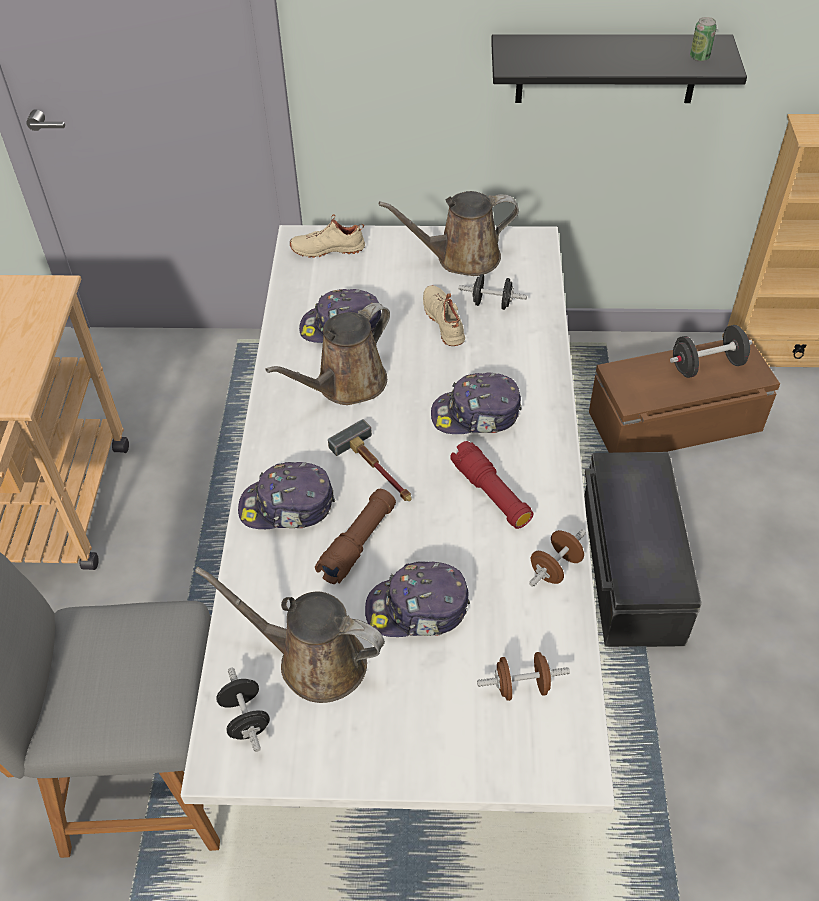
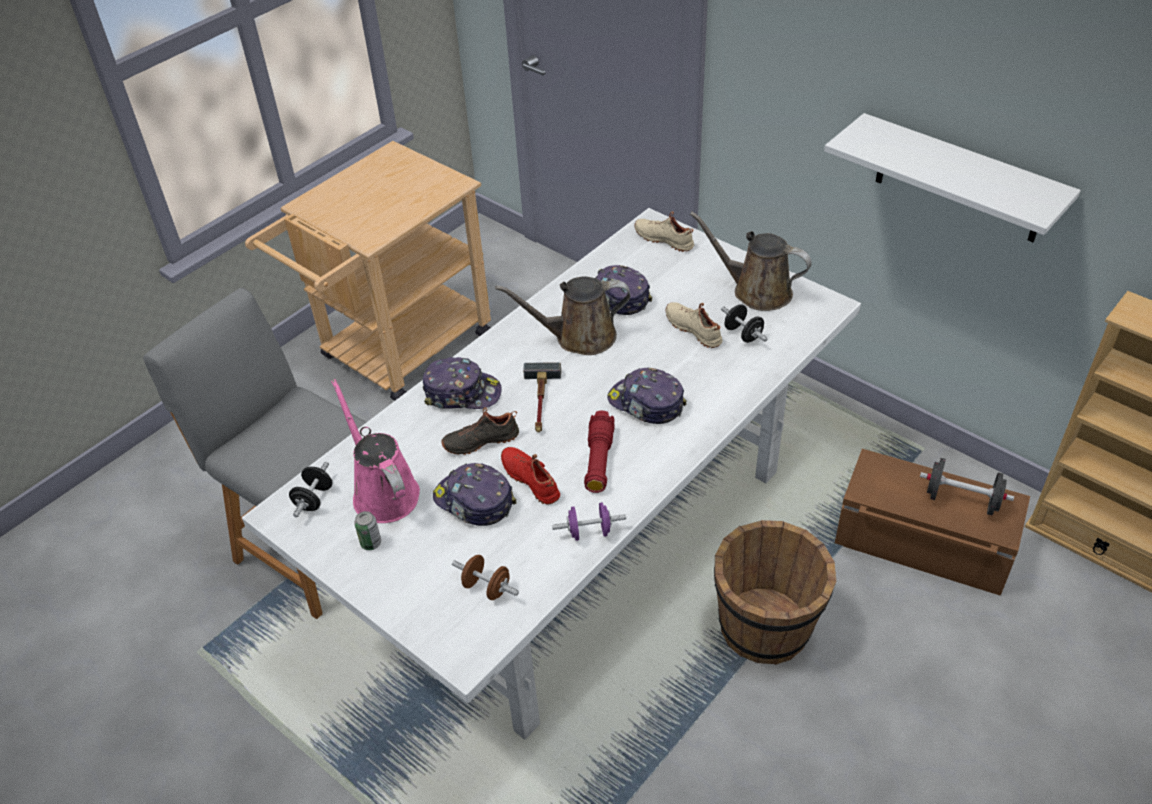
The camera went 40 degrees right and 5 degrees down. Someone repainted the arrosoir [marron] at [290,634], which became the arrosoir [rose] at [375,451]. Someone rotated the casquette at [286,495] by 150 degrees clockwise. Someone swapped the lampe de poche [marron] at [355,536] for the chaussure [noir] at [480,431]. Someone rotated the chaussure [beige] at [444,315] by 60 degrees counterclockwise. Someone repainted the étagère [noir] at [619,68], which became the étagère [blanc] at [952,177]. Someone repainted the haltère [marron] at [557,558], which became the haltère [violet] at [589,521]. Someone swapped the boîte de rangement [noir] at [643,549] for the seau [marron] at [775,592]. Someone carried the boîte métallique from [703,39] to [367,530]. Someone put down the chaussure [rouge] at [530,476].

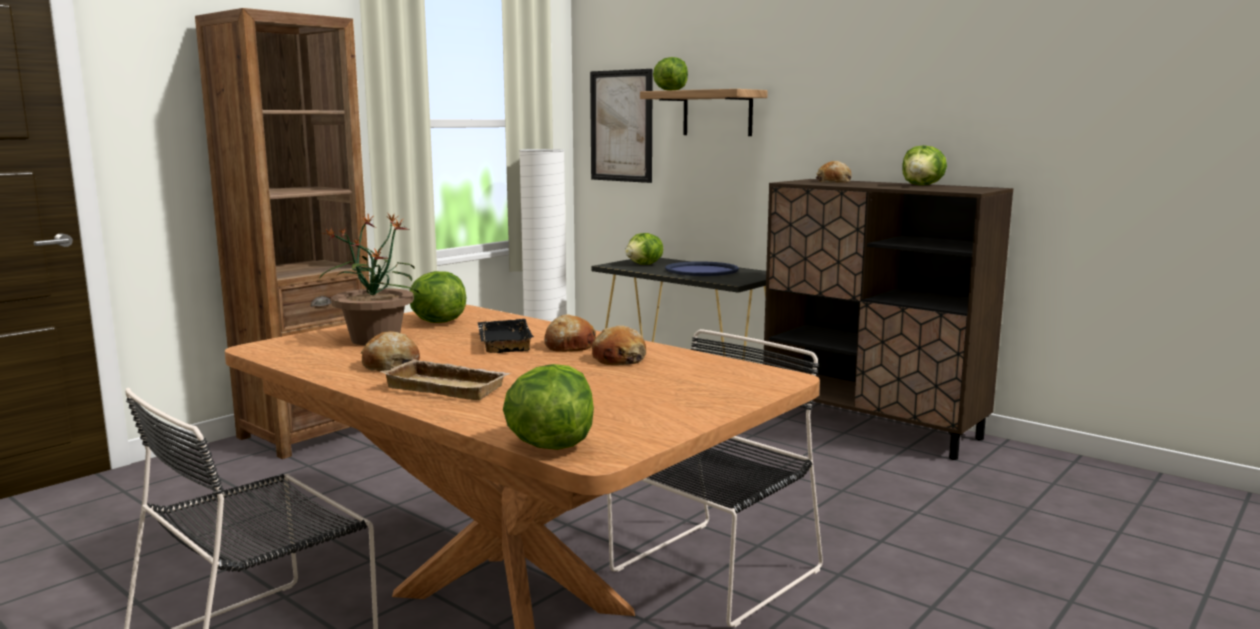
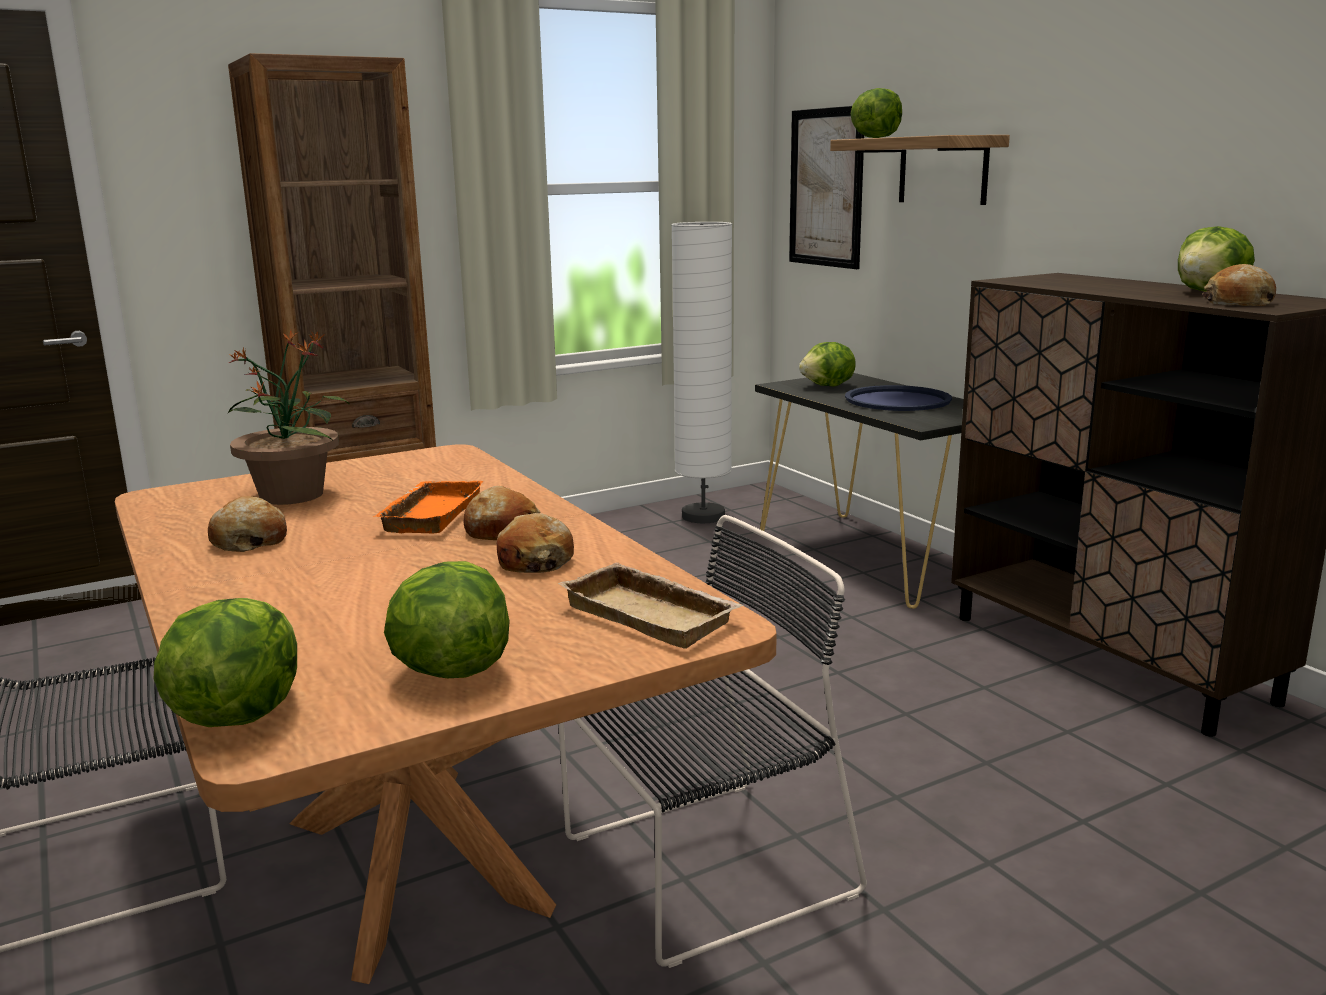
The camera went 20 degrees right and 5 degrees up. Someone carried the plateau [beige] from [445,379] to [650,605]. Someone carried the laitue from [438,297] to [447,619]. Someone repainted the plateau [noir] at [506,336], which became the plateau [orange] at [428,507]. Someone carried the pain from [834,172] to [1239,285].

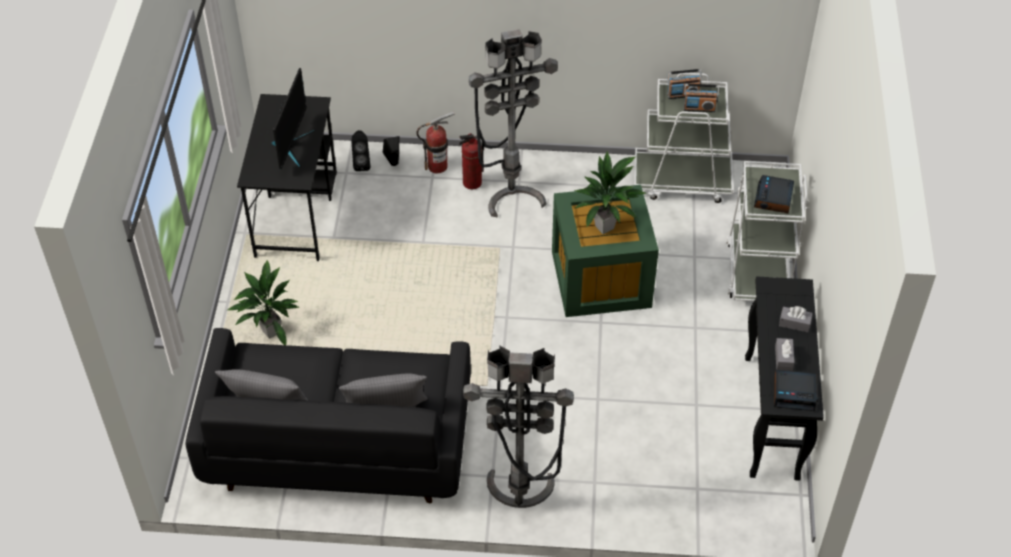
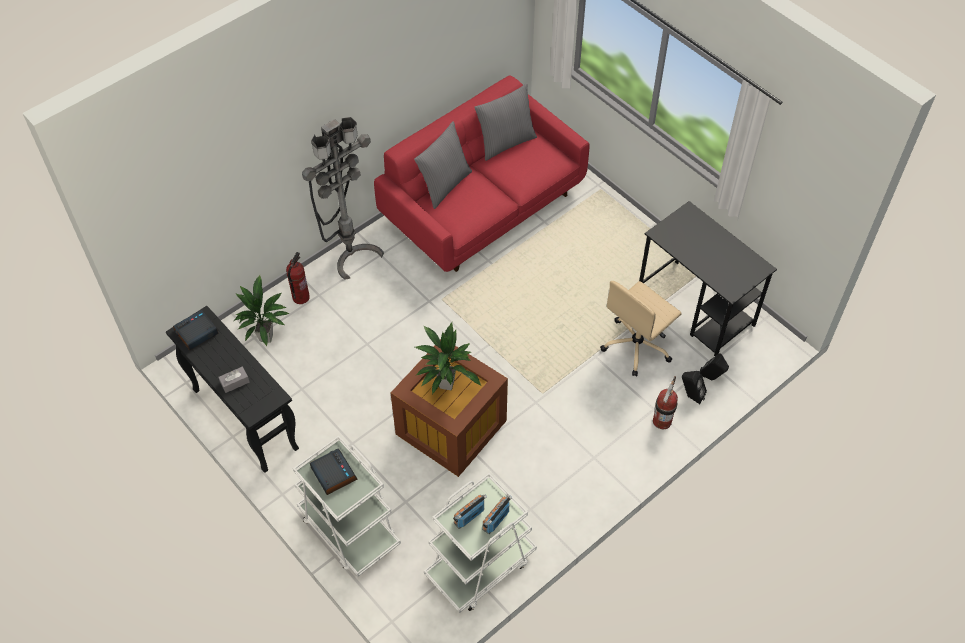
The camera went 135 degrees right and 5 degrees up. Someone repainted the canapé [noir] at [328,415], which became the canapé [rouge] at [481,173]. Someone carried the plante en pot from [263,302] to [261,310]. Someone took away the écran d'ordinateur at [293,118]. Someone carried the extincteur from [471,161] to [298,278]. Someone took away the lampadaire [gris] at [513,123]. Someone repainted the boîte de rangement [vert] at [605,251], which became the boîte de rangement [marron] at [449,408]. Someone took away the boîte à mouchoirs [gris] at [785,354]. Someone put down the chaise de bureau [beige] at [641,328].

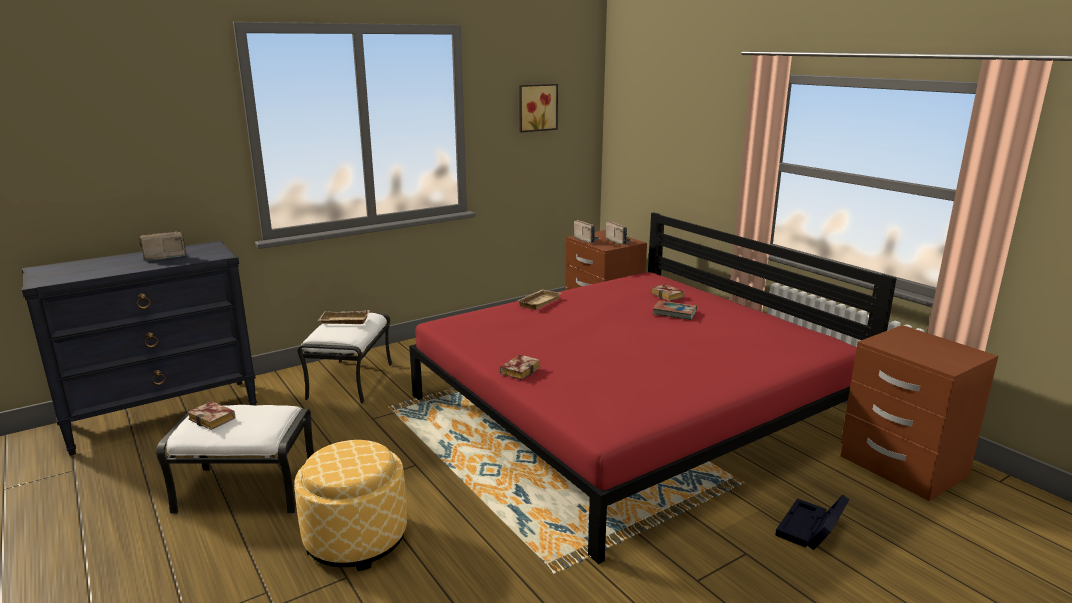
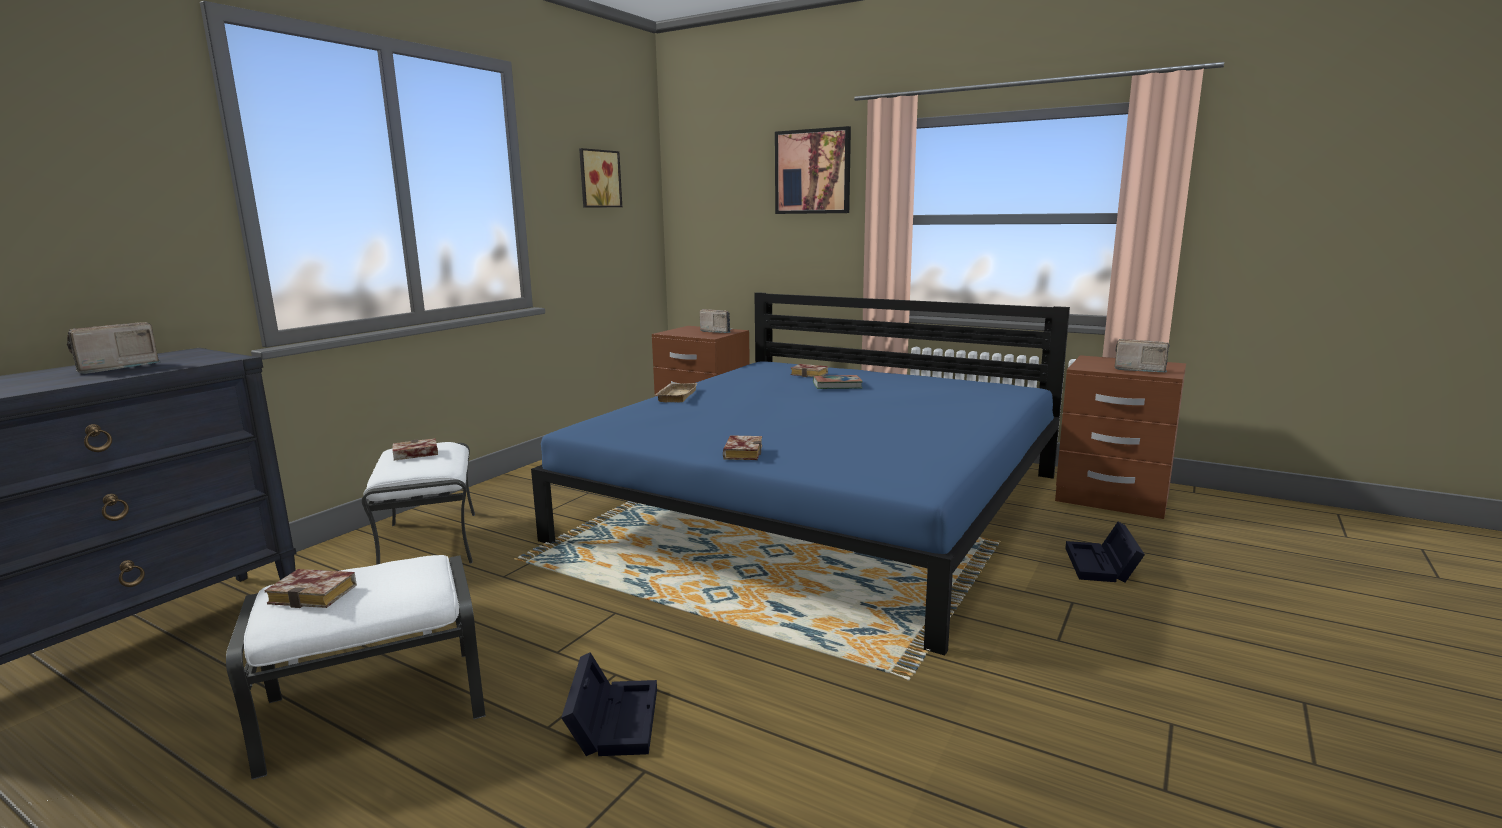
The camera went 25 degrees left and 5 degrees down. Someone swapped the pouf at [350,505] for the boîte de rangement [noir] at [609,704]. Someone swapped the plateau [beige] at [343,317] for the livre at [415,449]. Someone repainted the lit [rouge] at [653,388], which became the lit [bleu] at [800,473]. Someone carried the radio from [587,231] to [1141,356]. Someone put up the tableau at [813,170].

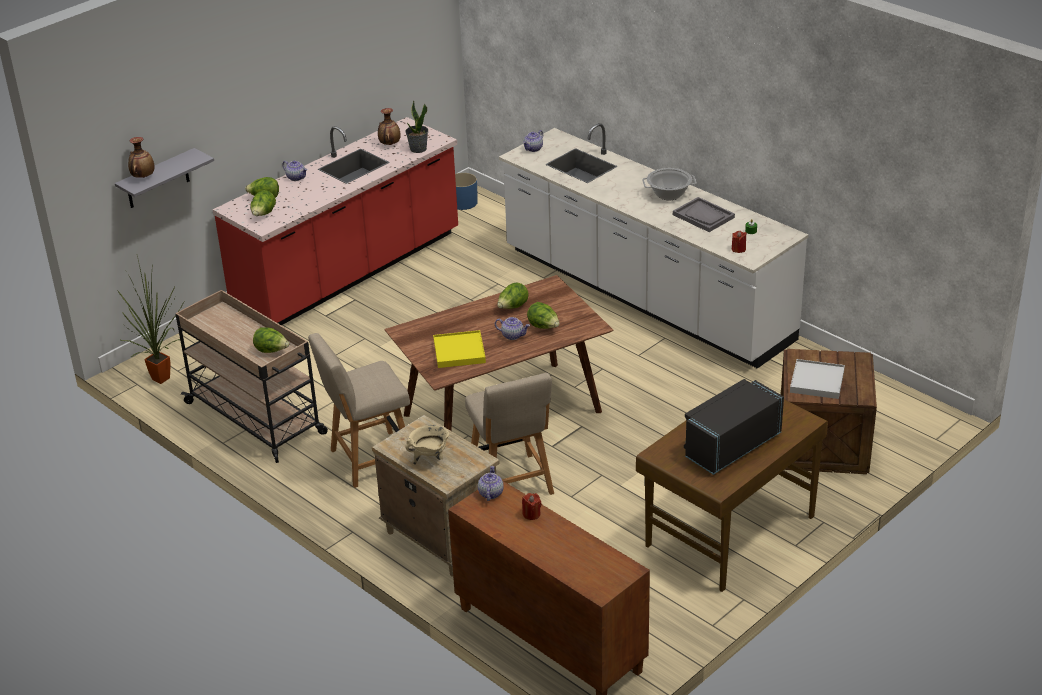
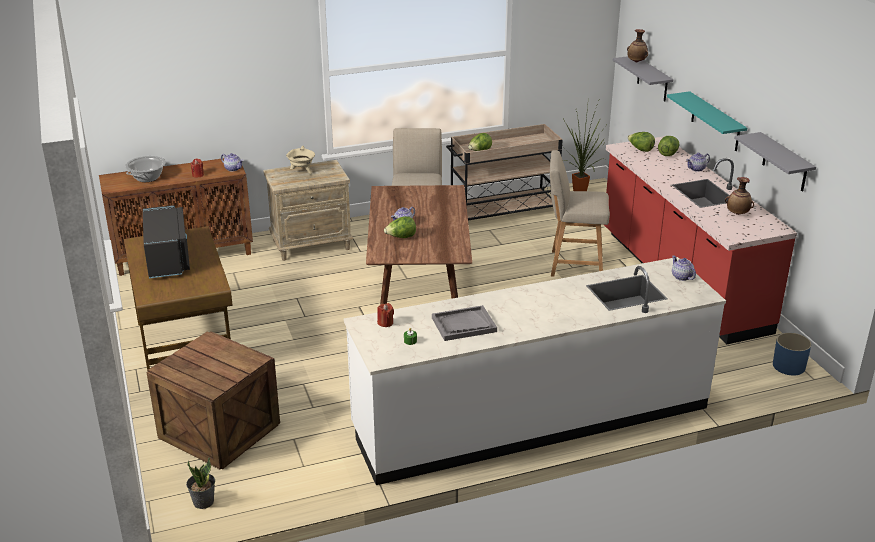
The camera went 115 degrees right and 5 degrees down. Someone carried the plante en pot from [416,127] to [200,483]. Someone took away the plateau [jaune] at [459,349]. Someone carried the chaise [beige] from [509,434] to [580,213]. Someone took away the laitue at [513,295]. Someone carried the marmite from [669,184] to [145,169]. Someone took away the plateau [blanc] at [817,379]. Someone put up the étagère [turquoise] at [707,121]. Someone put up the étagère [gris] at [775,162].

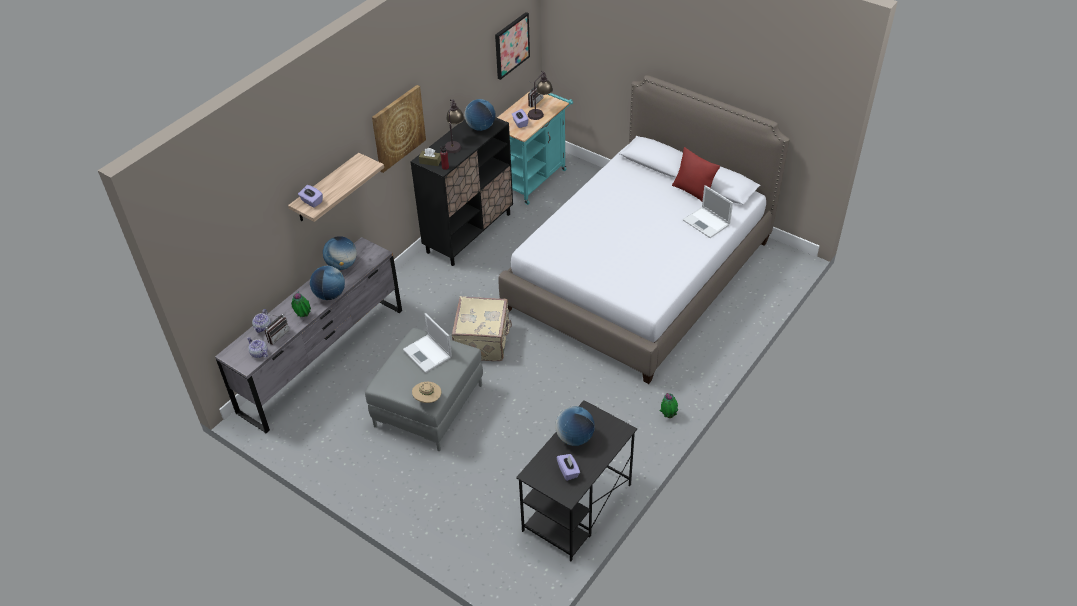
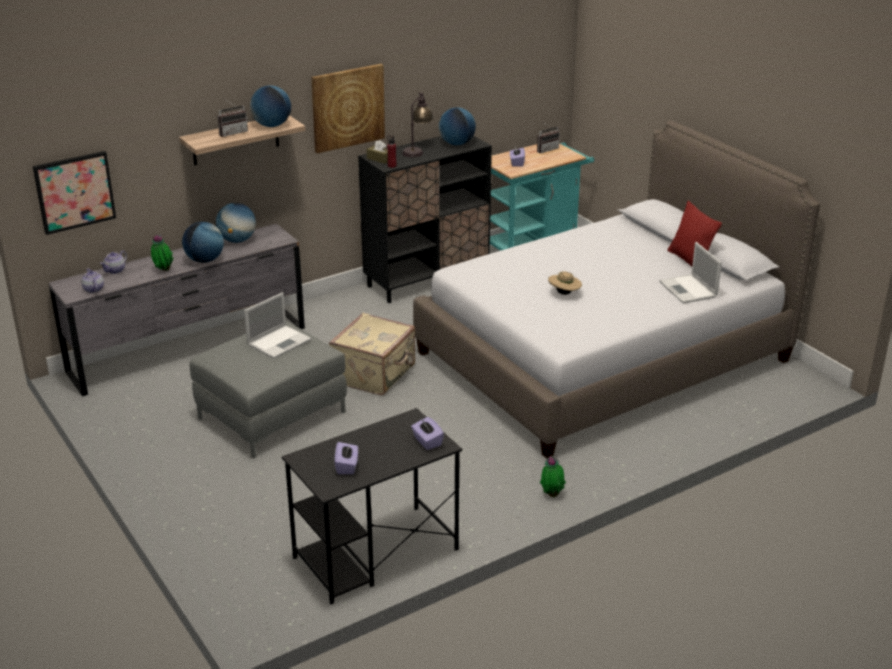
The camera went 20 degrees right and 15 degrees down. Someone carried the radio from [277,329] to [232,117]. Someone carried the boîte à mouchoirs [violet] from [310,196] to [427,433]. Someone rotated the ordinateur portable at [427,343] by 120 degrees counterclockwise. Someone carried the chapeau [beige] from [426,392] to [565,283]. Someone carried the tableau from [512,46] to [74,193]. Someone took away the lampe de table at [540,95]. Someone carried the globe from [575,426] to [270,106].

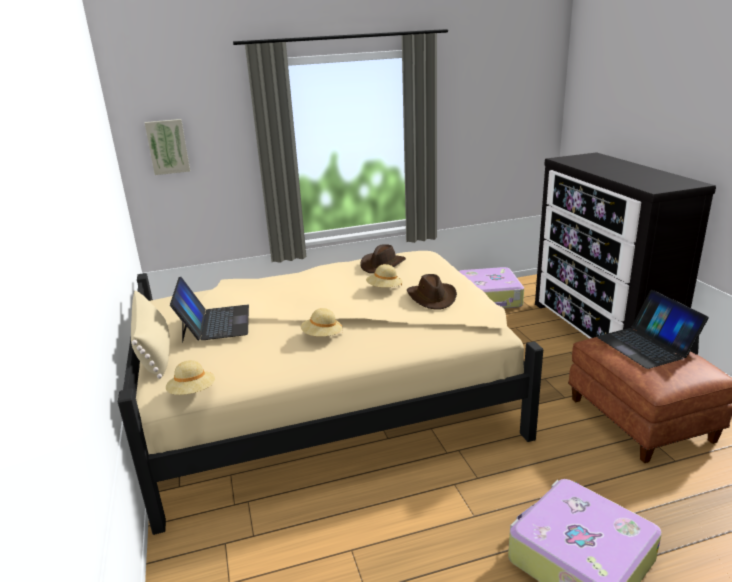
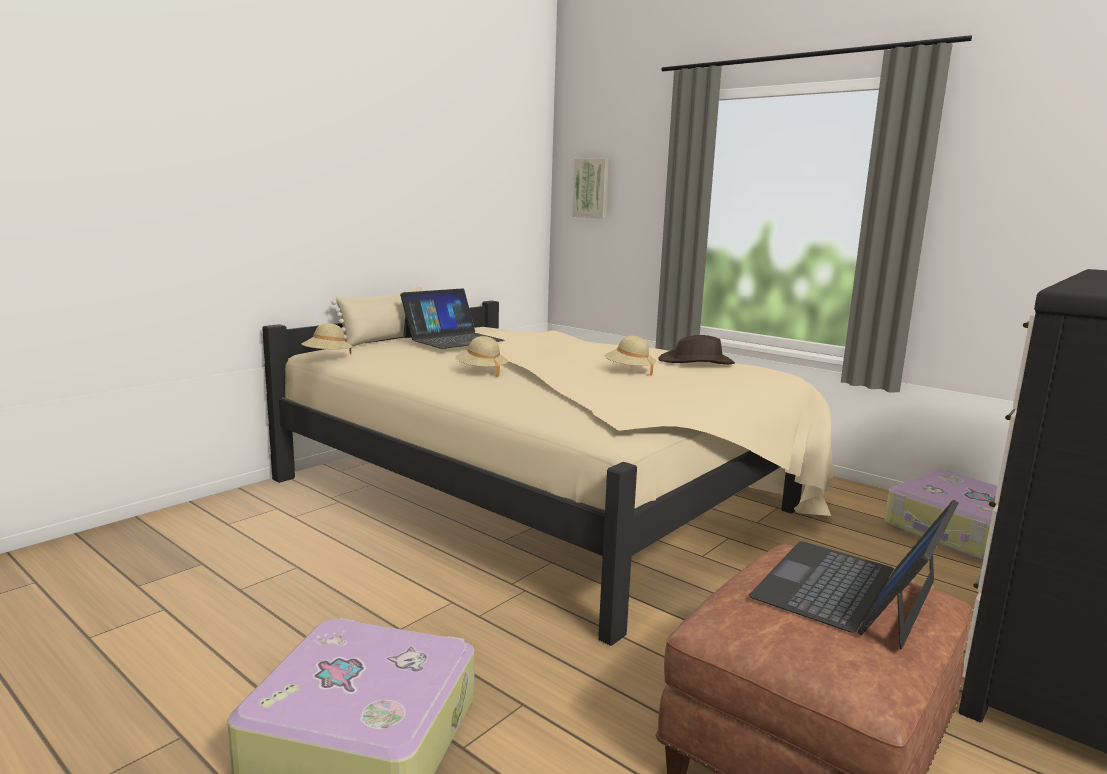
The camera went 55 degrees right and 10 degrees down. Someone took away the chapeau [marron] at [432,292].

